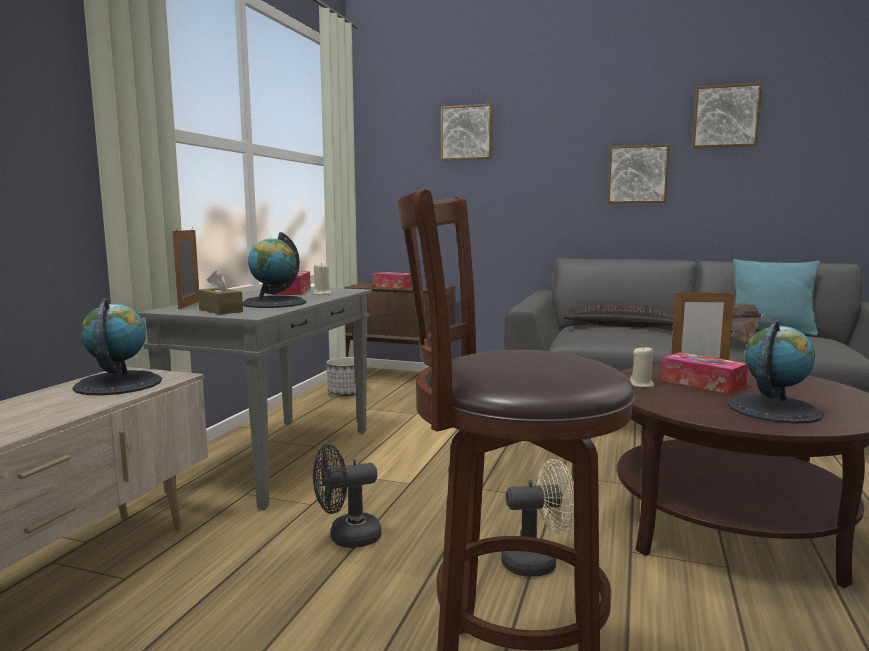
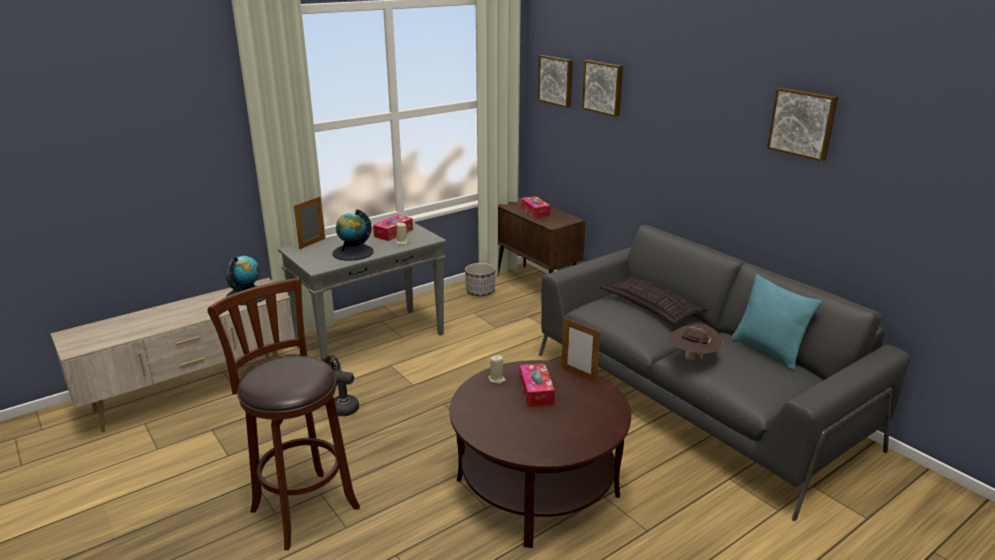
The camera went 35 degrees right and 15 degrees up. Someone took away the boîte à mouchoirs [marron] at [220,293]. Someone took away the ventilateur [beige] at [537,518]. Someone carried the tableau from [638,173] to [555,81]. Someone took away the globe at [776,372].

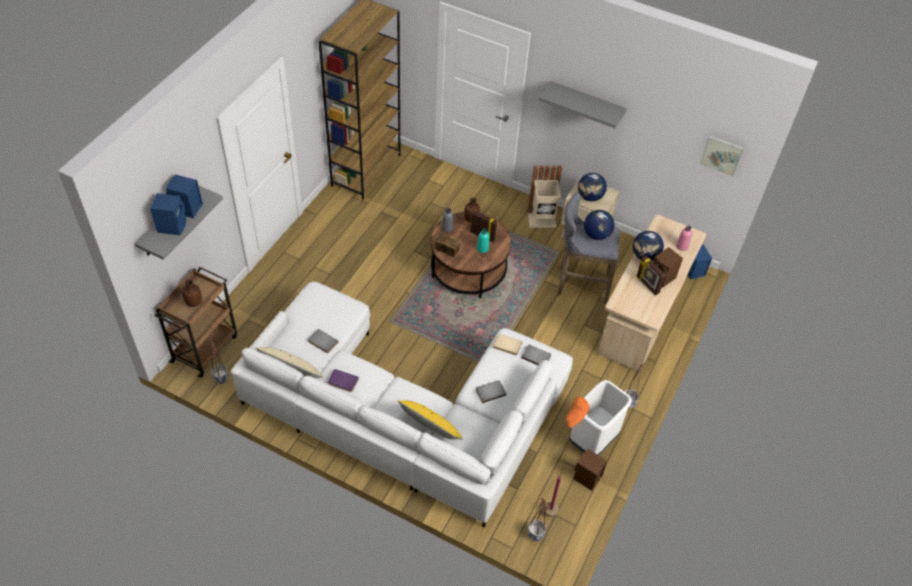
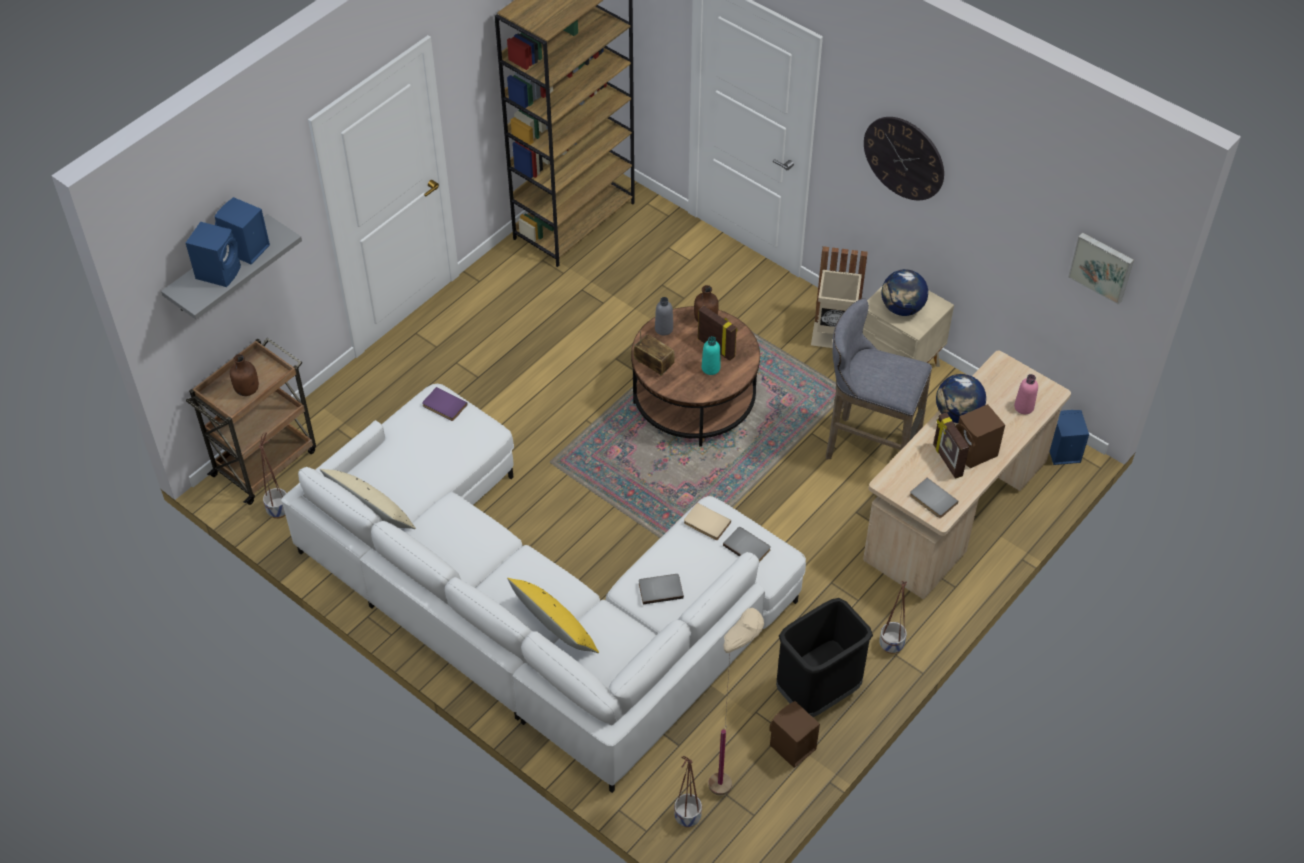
The camera went 15 degrees right and 0 degrees up. Someone carried the livre [gris] from [323,341] to [934,498]. Someone carried the livre [violet] from [343,380] to [445,404]. Someone swapped the étagère [gris] at [583,104] for the horloge murale at [904,158]. Someone repainted the lampadaire [orange] at [567,456], which became the lampadaire [beige] at [736,701]. Someone repainted the poubelle [blanc] at [600,417], which became the poubelle [noir] at [824,657]. Someone took away the globe at [599,225].

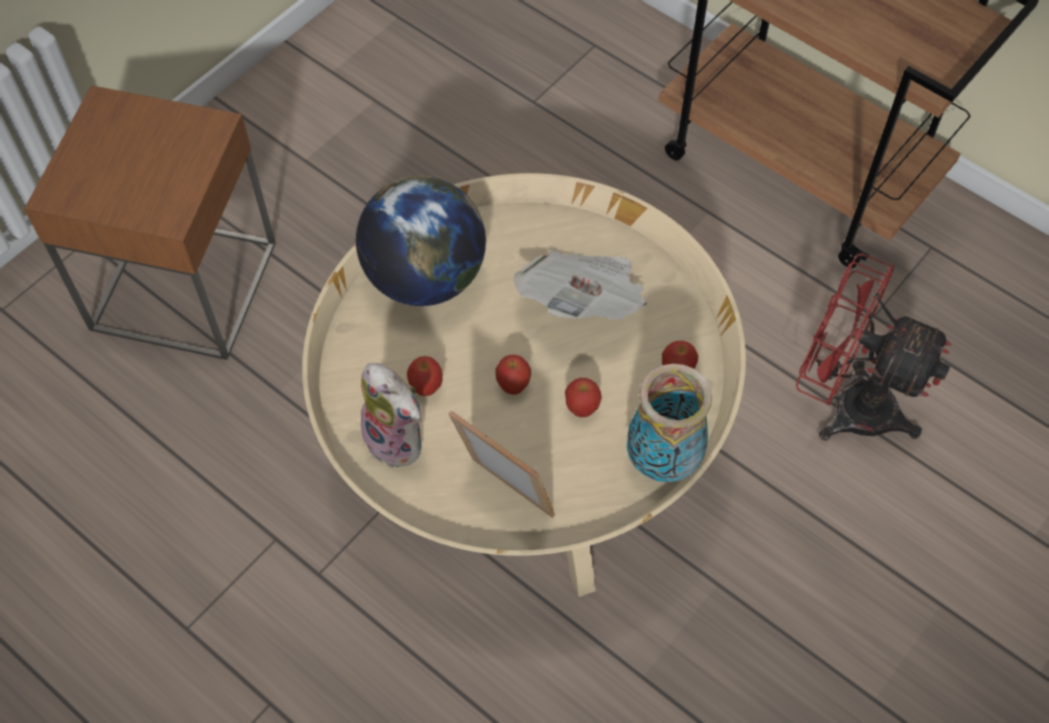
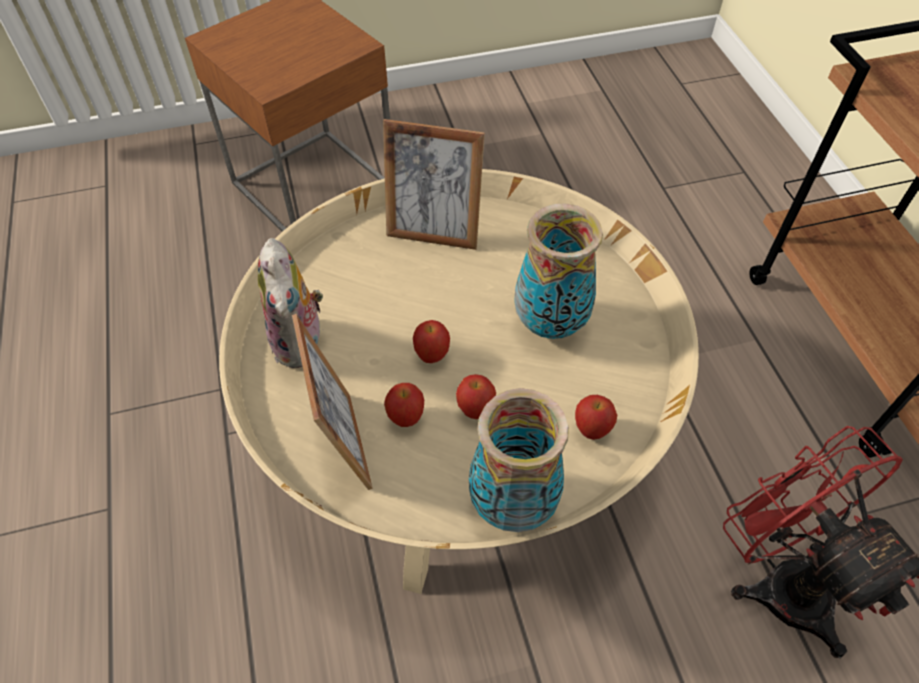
The camera went 35 degrees right and 5 degrees down. Someone swapped the globe at [421,241] for the cadre photo at [434,184]. Someone carried the pomme from [425,376] to [404,405]. Someone swapped the journal at [580,285] for the vase at [558,271].

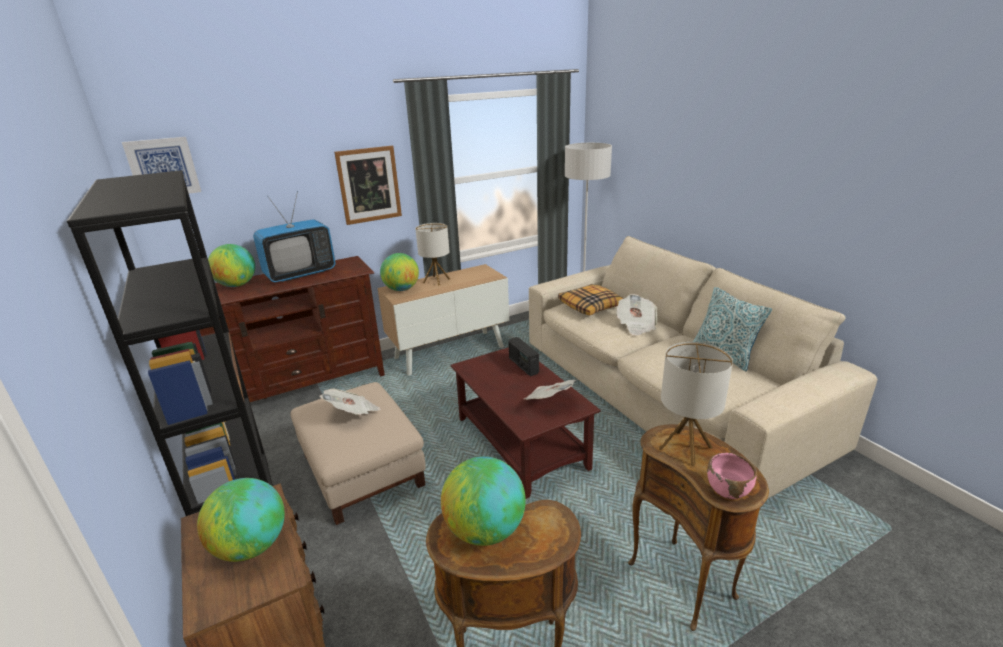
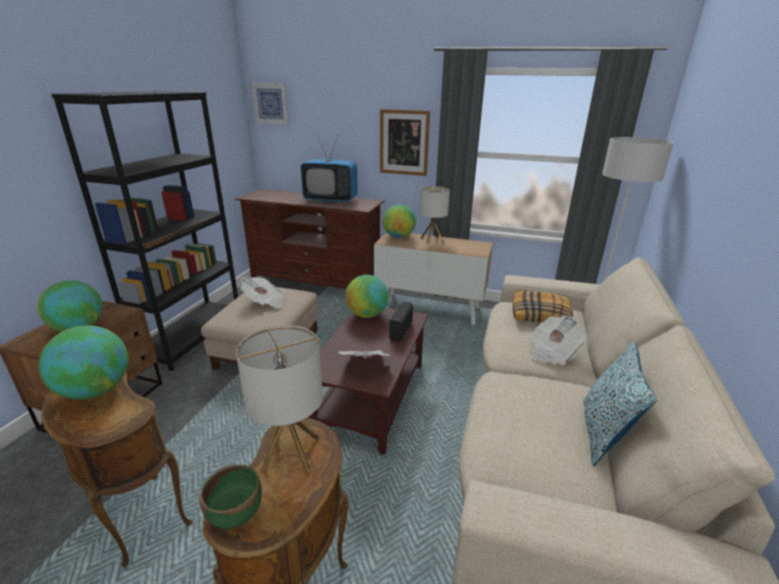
The camera went 45 degrees right and 0 degrees up. Someone carried the globe from [231,265] to [367,296]. Someone repainted the bol [rose] at [732,476], which became the bol [vert] at [230,496].

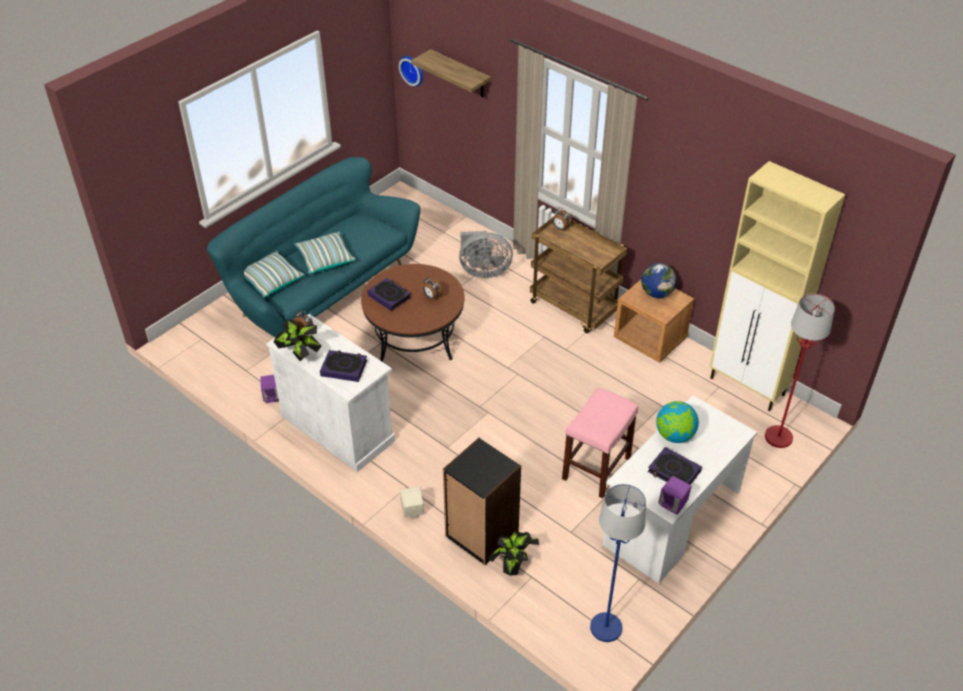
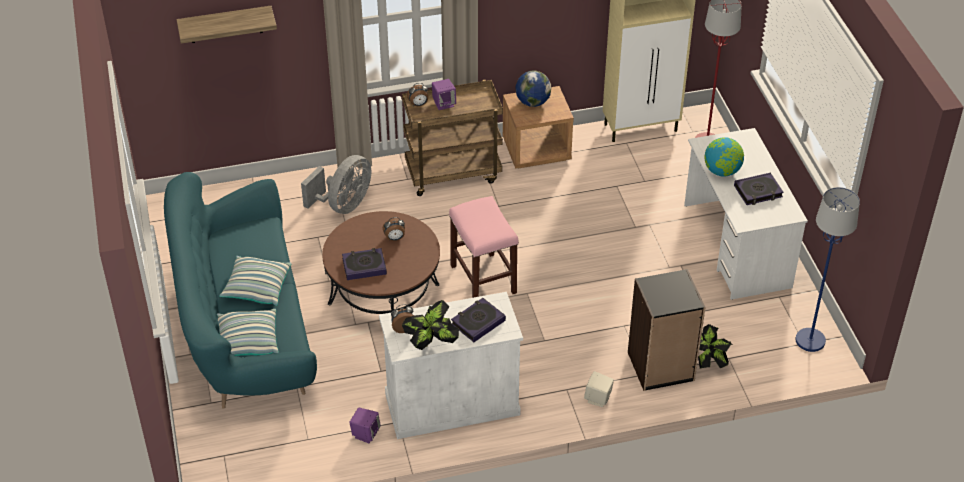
The camera went 55 degrees left and 0 degrees up. Someone took away the horloge murale at [411,71]. Someone carried the tabouret [rose] from [600,442] to [484,247]. Someone carried the enceinte [violet] from [675,495] to [444,94].

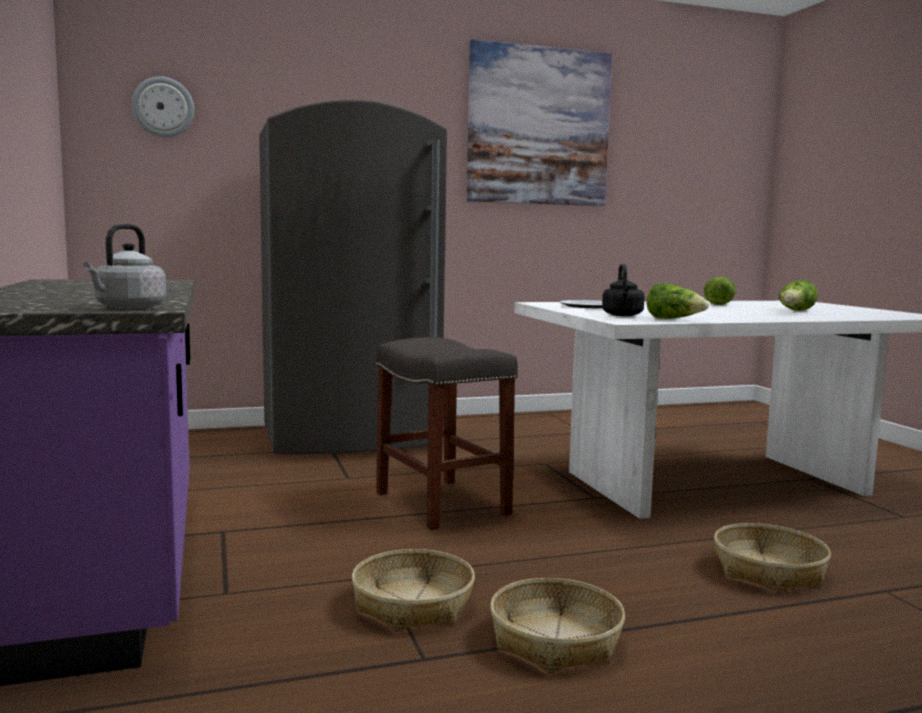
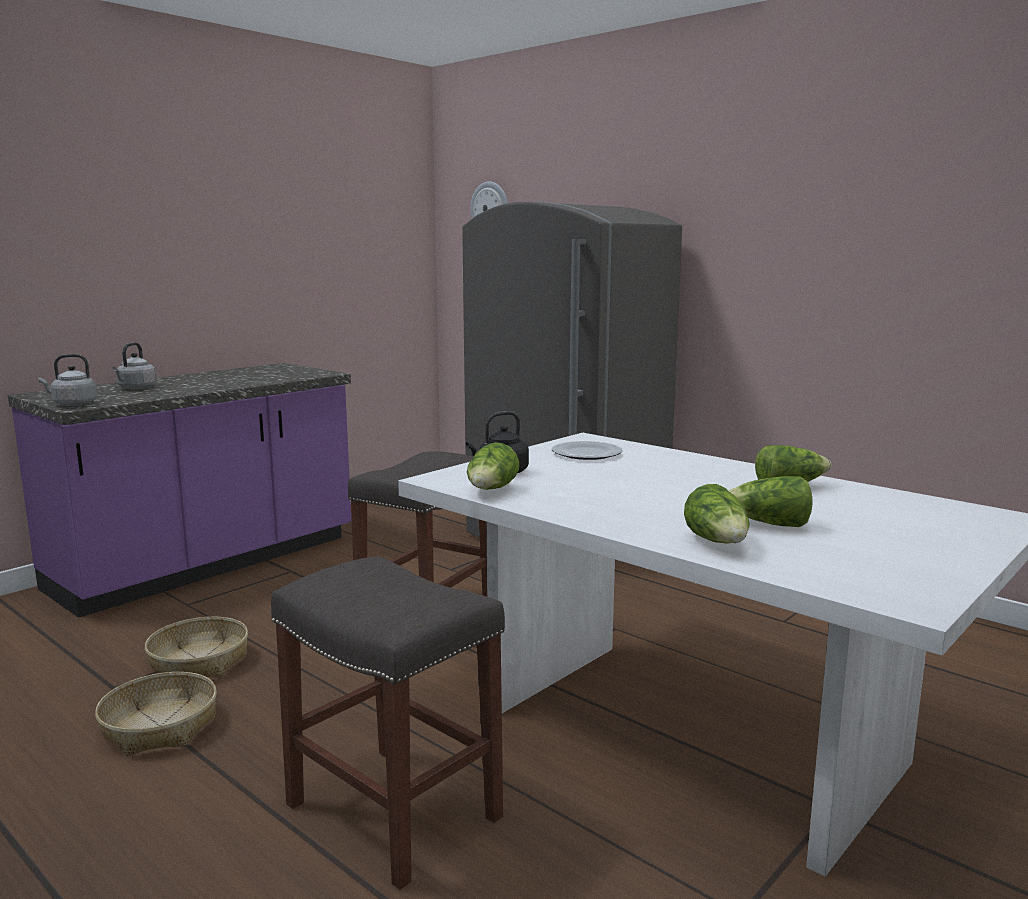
The camera went 60 degrees right and 5 degrees up. Someone took away the tableau at [539,122]. Someone swapped the panier at [772,557] for the tabouret [gris] at [388,723]. Someone put down the bouilloire [gris] at [134,366]. Someone put down the laitue at [717,514].

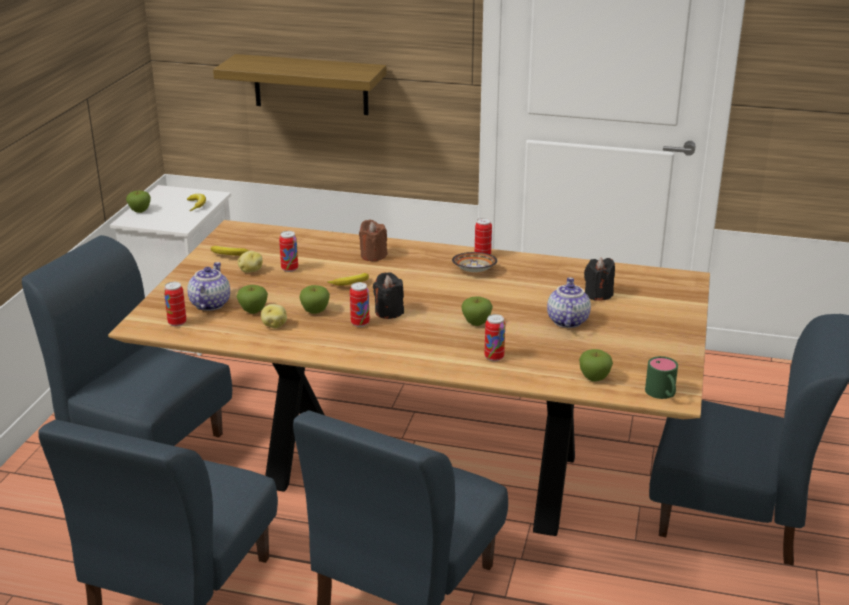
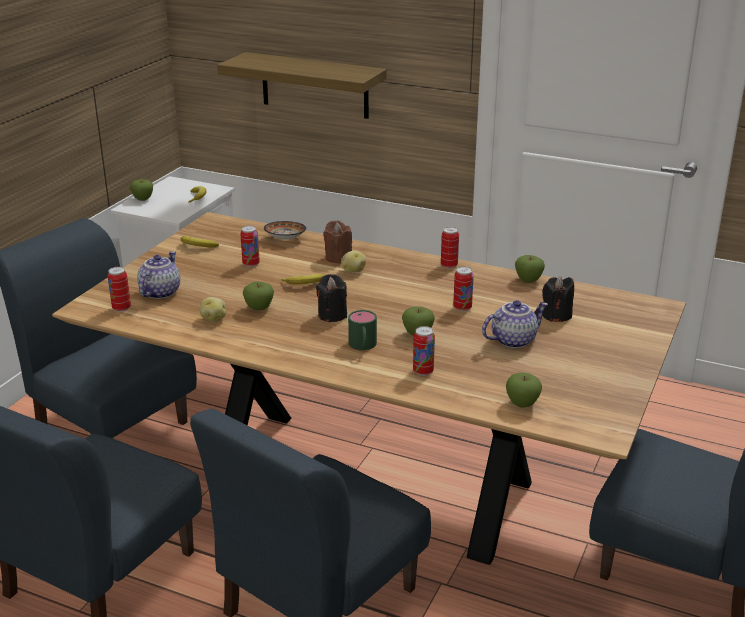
The camera went 10 degrees right and 0 degrees up. Someone carried the pomme from [252,299] to [530,269]. Someone carried the pomme de terre from [250,262] to [353,262]. Someone carried the boîte métallique from [360,304] to [463,288]. Someone carried the bol from [475,262] to [285,230]. Someone rotated the théière at [569,302] by 45 degrees clockwise. Someone carried the mug [vert] from [661,377] to [362,330].

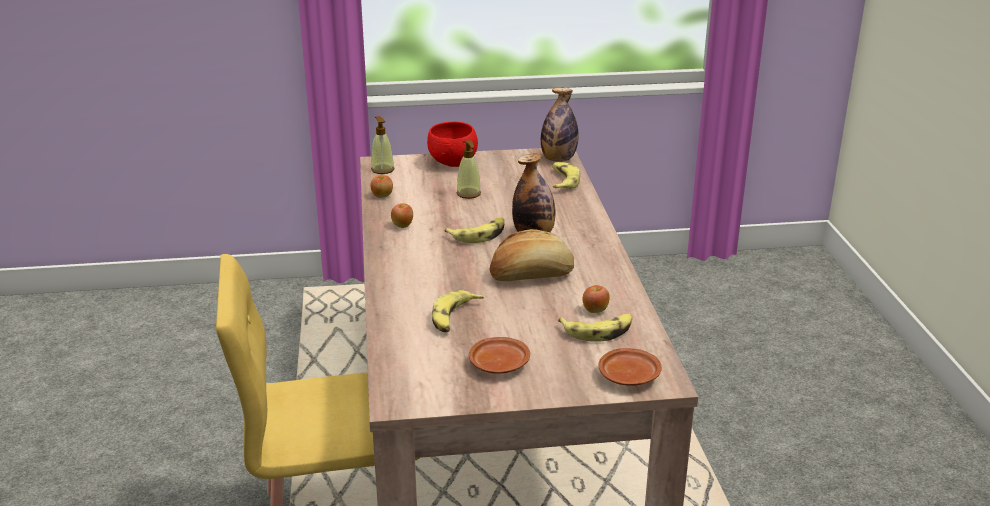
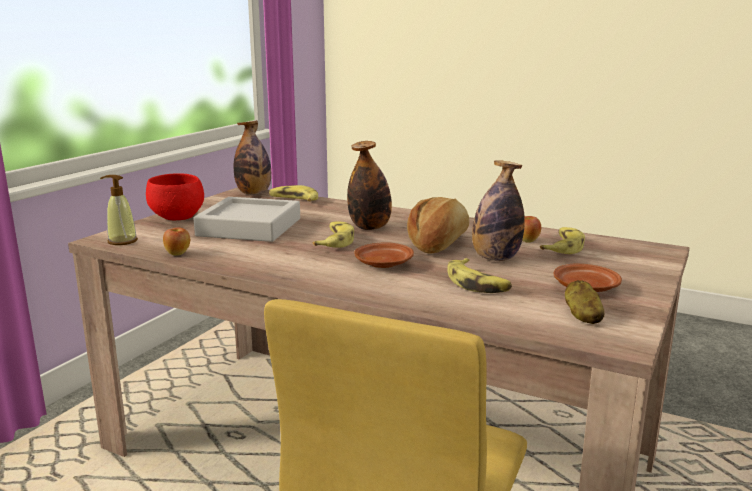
The camera went 55 degrees left and 10 degrees down. Someone took away the pomme at [402,215]. Someone swapped the distributeur de savon at [469,169] for the plateau [gris] at [247,219]. Someone carried the assiette [marron] from [630,367] to [384,255]. Someone put down the bouteille at [498,210]. Someone put down the pomme de terre at [585,302].

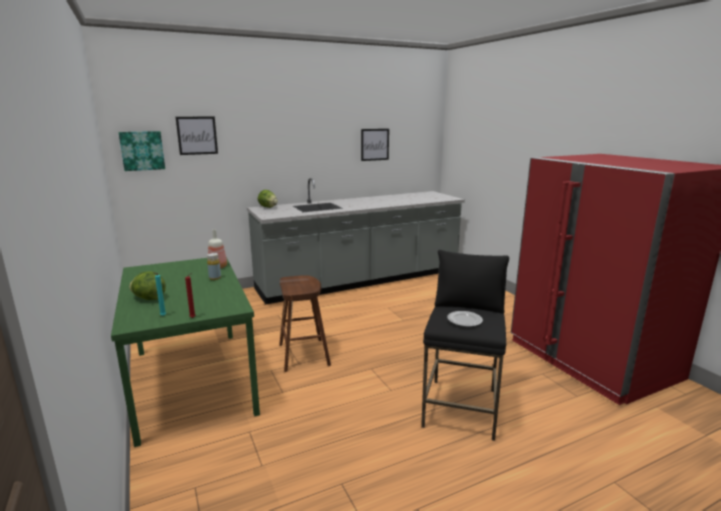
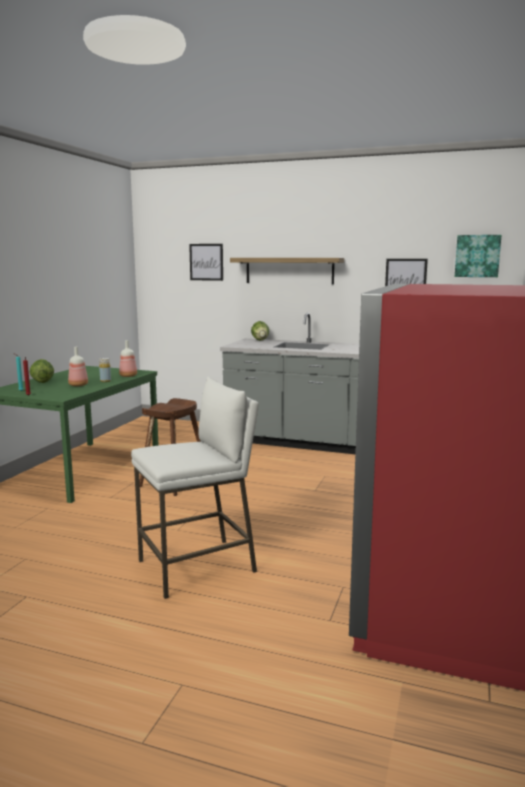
The camera went 45 degrees right and 5 degrees down. Someone carried the tableau from [141,151] to [478,256]. Someone repainted the tabouret [noir] at [465,345], which became the tabouret [blanc] at [195,487]. Someone took away the assiette at [465,319]. Someone put down the bouteille at [78,366]. Someone put up the étagère at [287,271].

